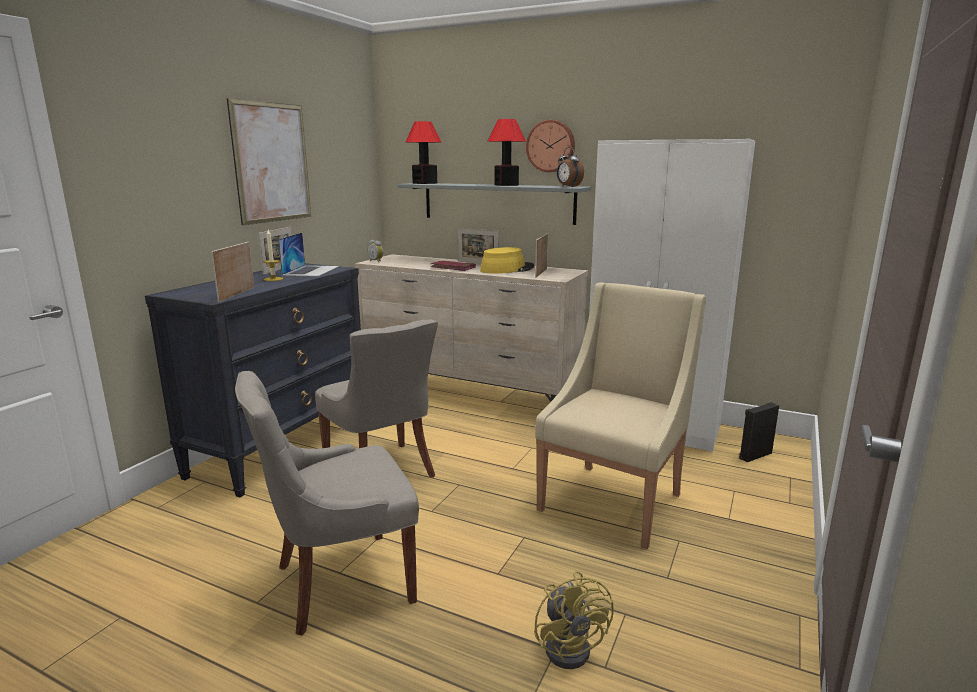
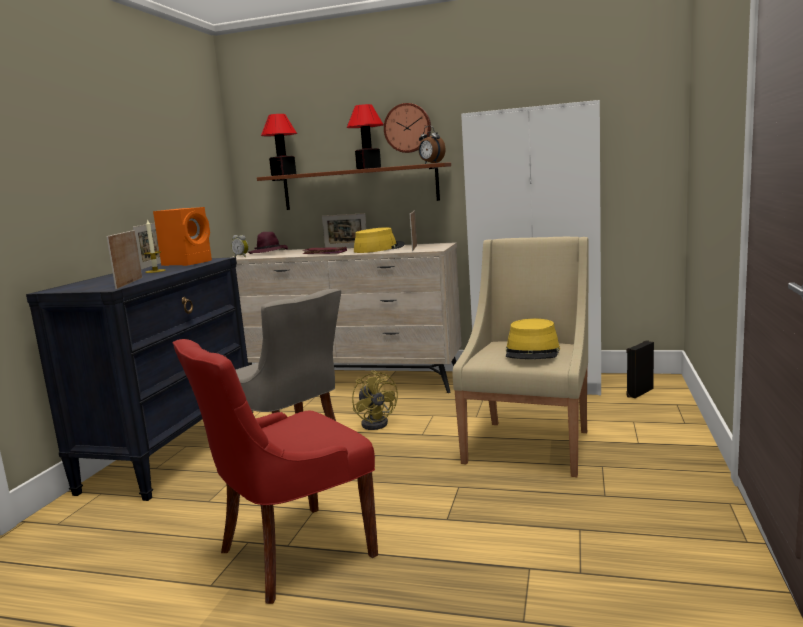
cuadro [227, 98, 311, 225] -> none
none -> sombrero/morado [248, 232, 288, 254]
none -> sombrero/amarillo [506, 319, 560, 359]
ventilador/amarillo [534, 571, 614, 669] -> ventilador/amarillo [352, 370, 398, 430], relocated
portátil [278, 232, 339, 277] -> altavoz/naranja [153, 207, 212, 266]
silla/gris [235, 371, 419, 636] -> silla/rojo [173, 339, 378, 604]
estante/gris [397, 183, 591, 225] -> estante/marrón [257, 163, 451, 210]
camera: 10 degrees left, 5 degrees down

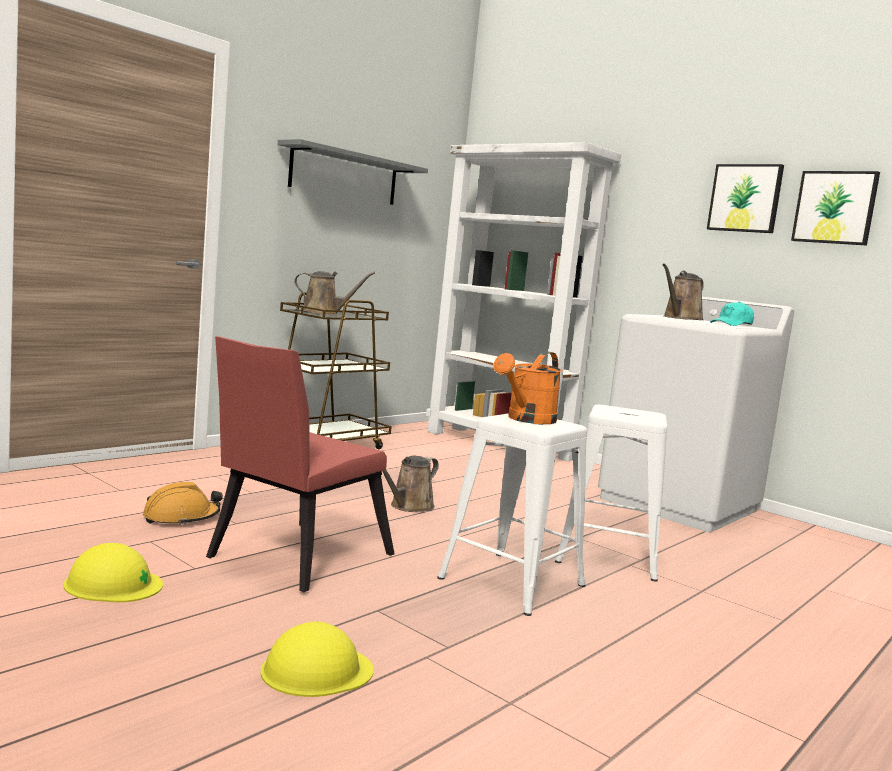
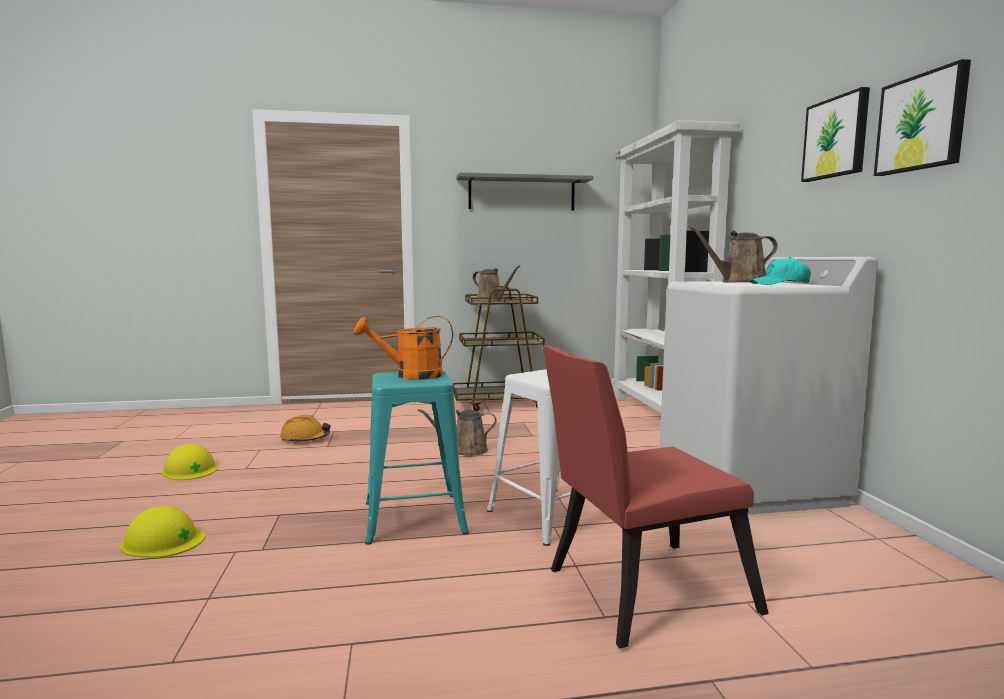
silla/rojo [206, 336, 394, 592] -> silla/rojo [542, 345, 769, 649], relocated
taburete/blanco [437, 413, 587, 616] -> taburete/turquesa [365, 371, 469, 545]
camera: 40 degrees right, 0 degrees up

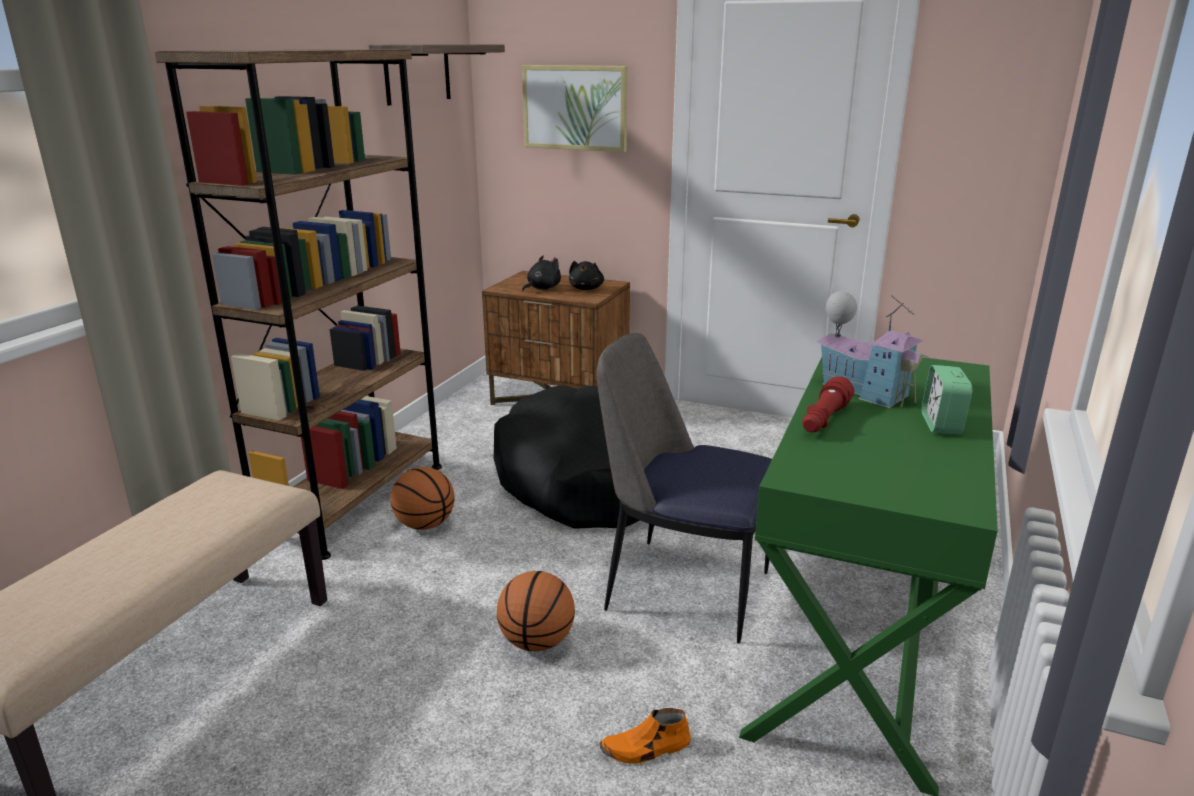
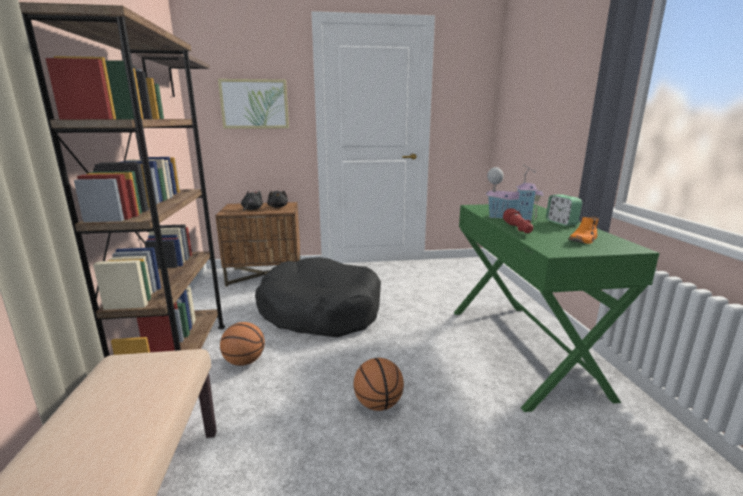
silla [597, 333, 772, 644] -> none
zapato/naranja [600, 708, 691, 764] -> zapato/naranja [568, 216, 599, 244], relocated
camera: 30 degrees left, 5 degrees down

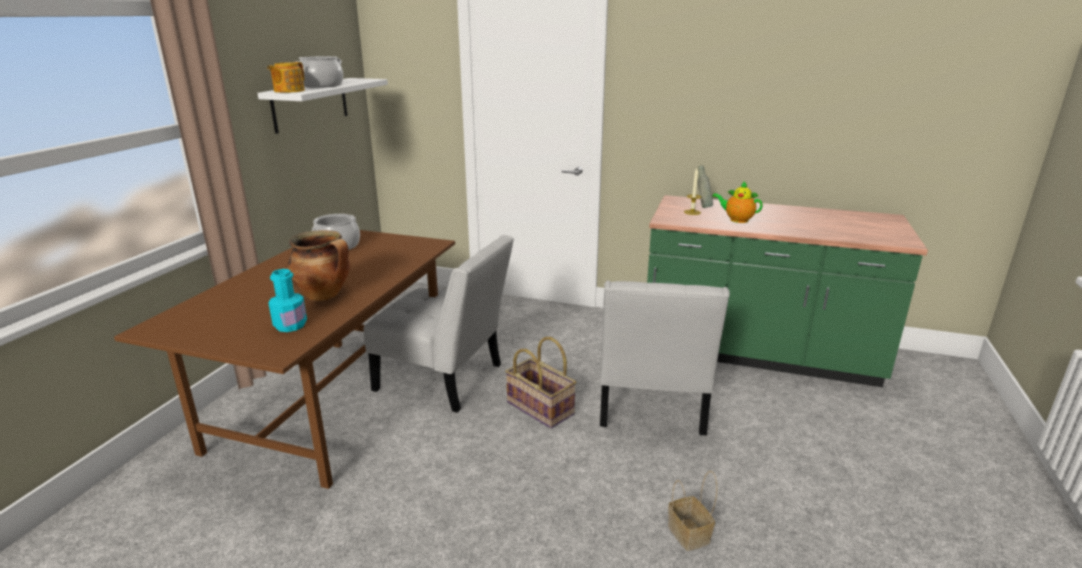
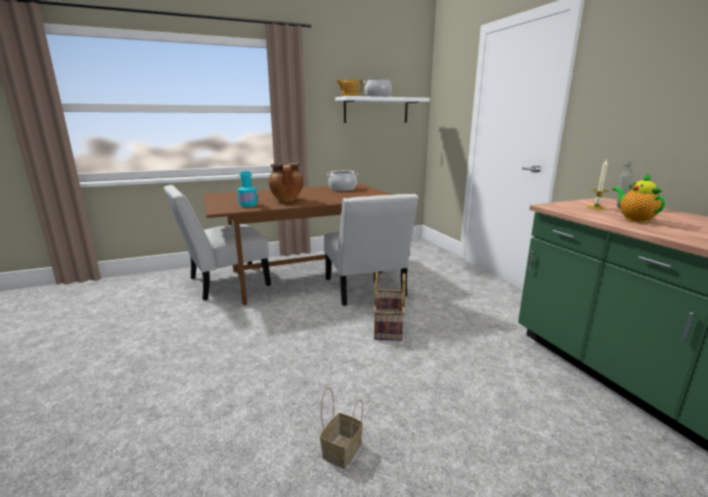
silla/blanco [600, 280, 730, 435] -> silla/blanco [164, 185, 271, 301], relocated
camera: 50 degrees right, 5 degrees down

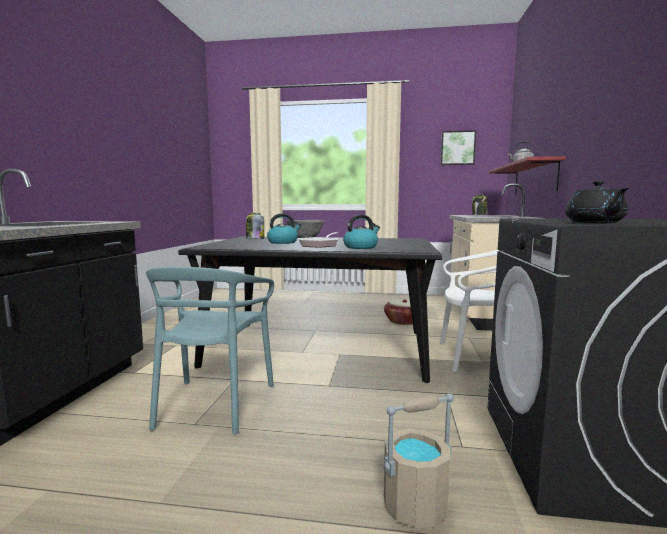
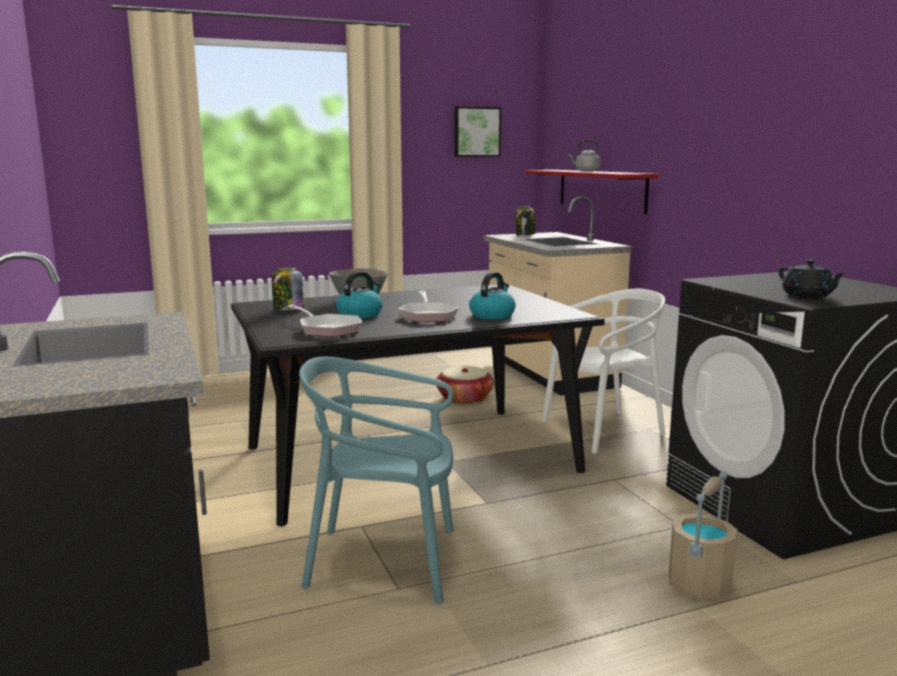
none -> sartén [286, 305, 362, 337]
silla/turquesa [146, 267, 274, 434] -> silla/turquesa [299, 357, 454, 604], 120 degrees clockwise
camera: 30 degrees left, 5 degrees up

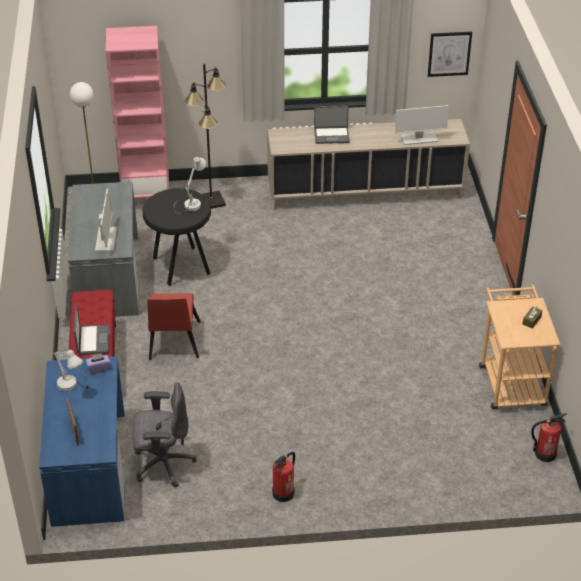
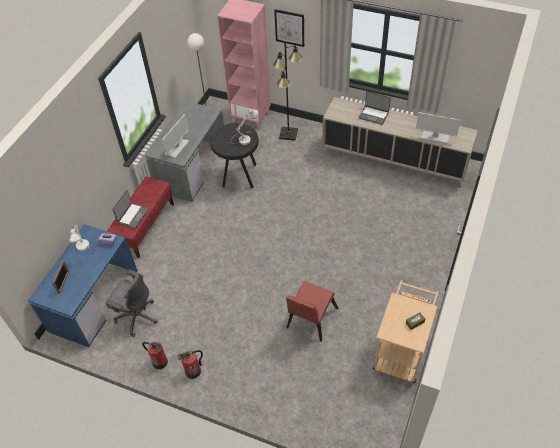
silla/rojo [147, 293, 201, 360] -> silla/rojo [286, 281, 338, 342], relocated
cuadro [428, 32, 472, 77] -> cuadro [274, 9, 304, 47], relocated
extintor [531, 413, 567, 462] -> extintor [142, 342, 168, 369], relocated
camera: 30 degrees right, 10 degrees up

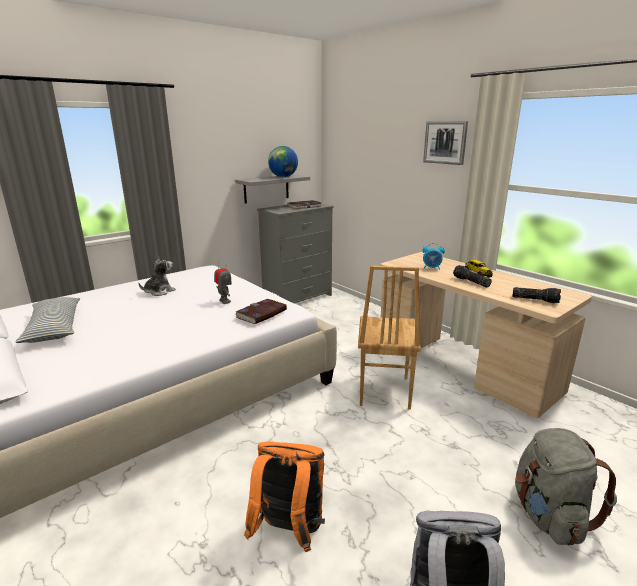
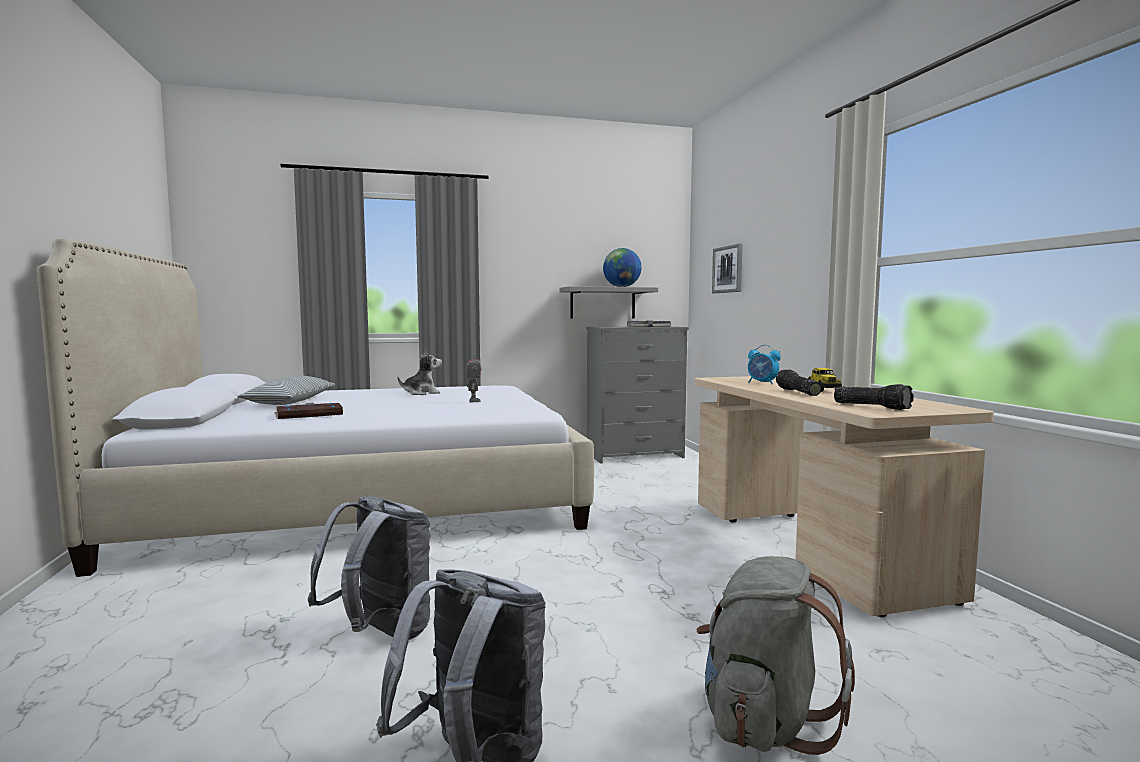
silla/marrón [358, 266, 421, 410] -> none
libro [235, 299, 287, 324] -> libro [274, 402, 344, 419], relocated
cuadro [423, 121, 468, 165] -> cuadro [712, 243, 743, 293], relocated
mochila/naranja [244, 441, 325, 552] -> mochila/gris [308, 496, 431, 640]
camera: 25 degrees right, 15 degrees down

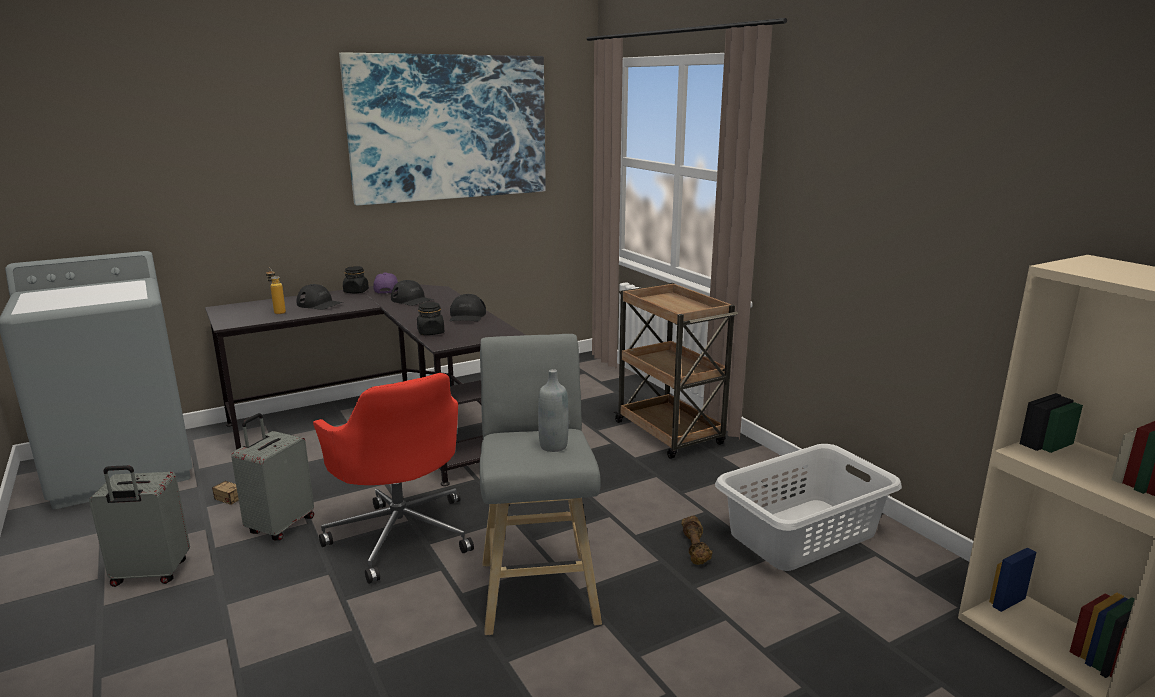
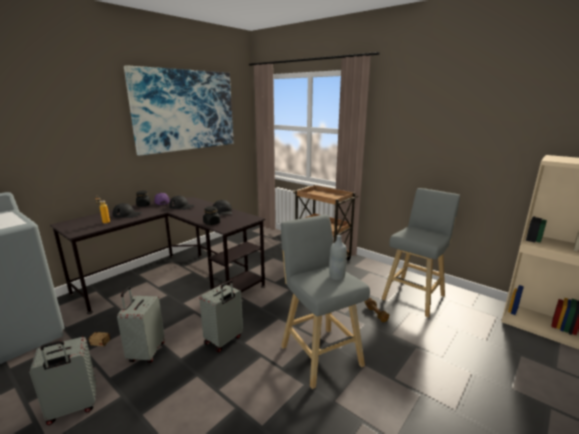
silla de oficina/rojo [313, 373, 474, 584] -> maleta/gris [199, 280, 243, 352]
cesto de la ropa/gris [715, 444, 902, 571] -> taburete/gris [382, 188, 460, 318]
camera: 20 degrees left, 0 degrees up

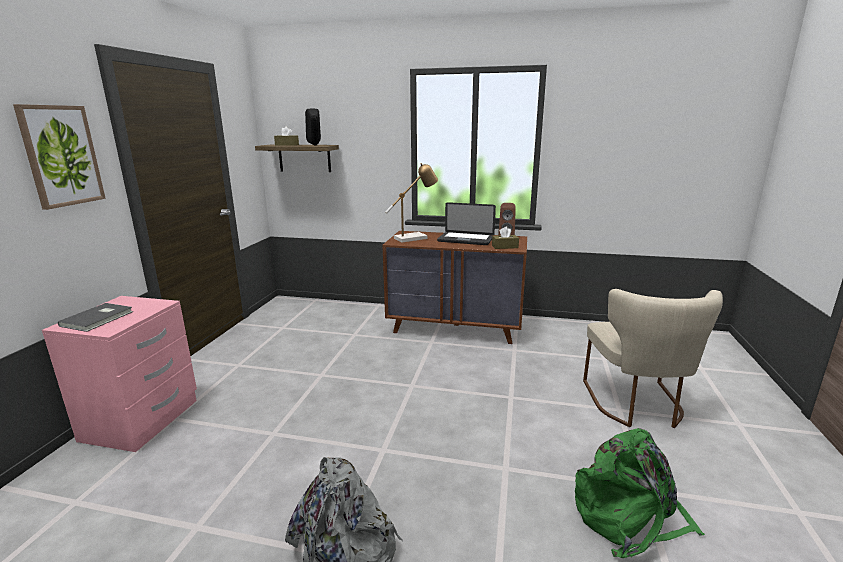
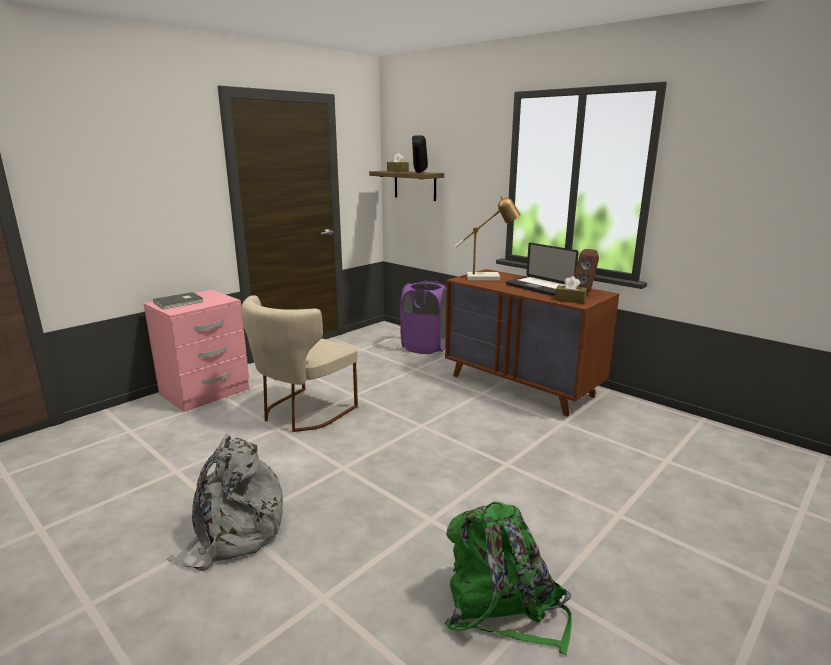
cuadro [13, 104, 106, 210] -> none
none -> cesto de la ropa/morado [400, 281, 446, 354]
silla/beis [583, 289, 723, 428] -> silla/beis [241, 295, 358, 432], relocated
camera: 30 degrees right, 0 degrees up

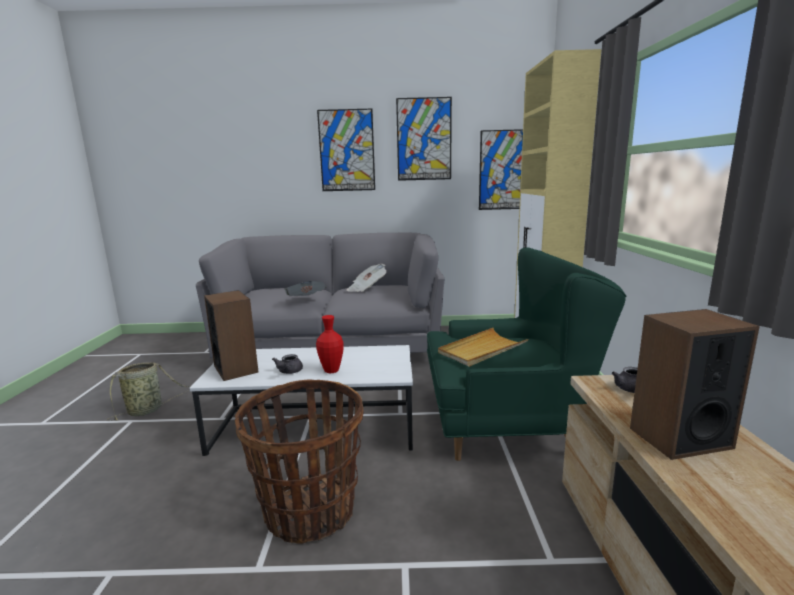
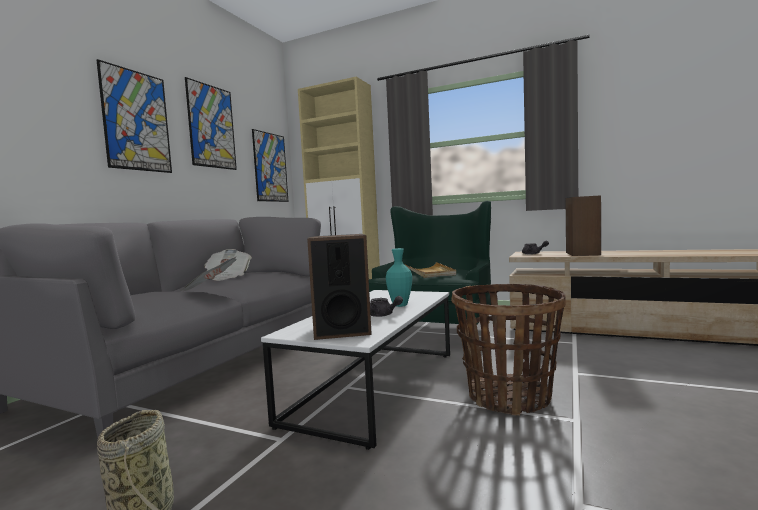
florero/rojo [316, 315, 344, 373] -> florero/turquesa [386, 248, 412, 307]
camera: 65 degrees left, 10 degrees down

